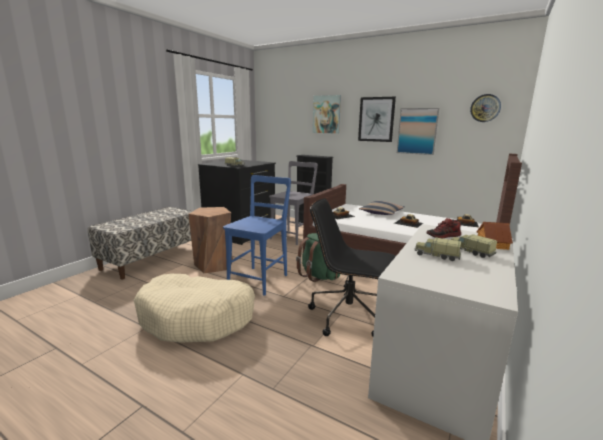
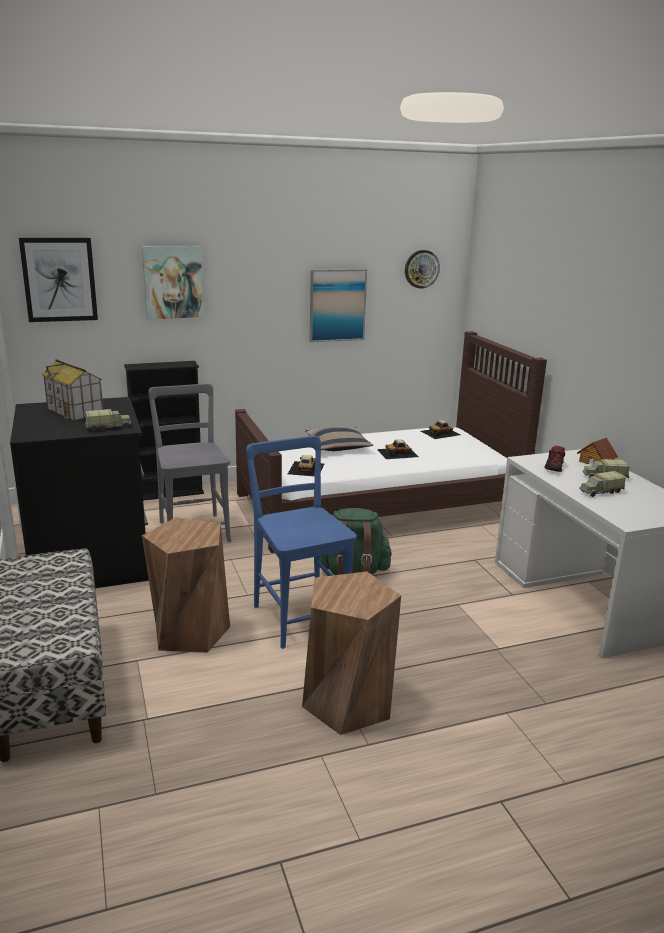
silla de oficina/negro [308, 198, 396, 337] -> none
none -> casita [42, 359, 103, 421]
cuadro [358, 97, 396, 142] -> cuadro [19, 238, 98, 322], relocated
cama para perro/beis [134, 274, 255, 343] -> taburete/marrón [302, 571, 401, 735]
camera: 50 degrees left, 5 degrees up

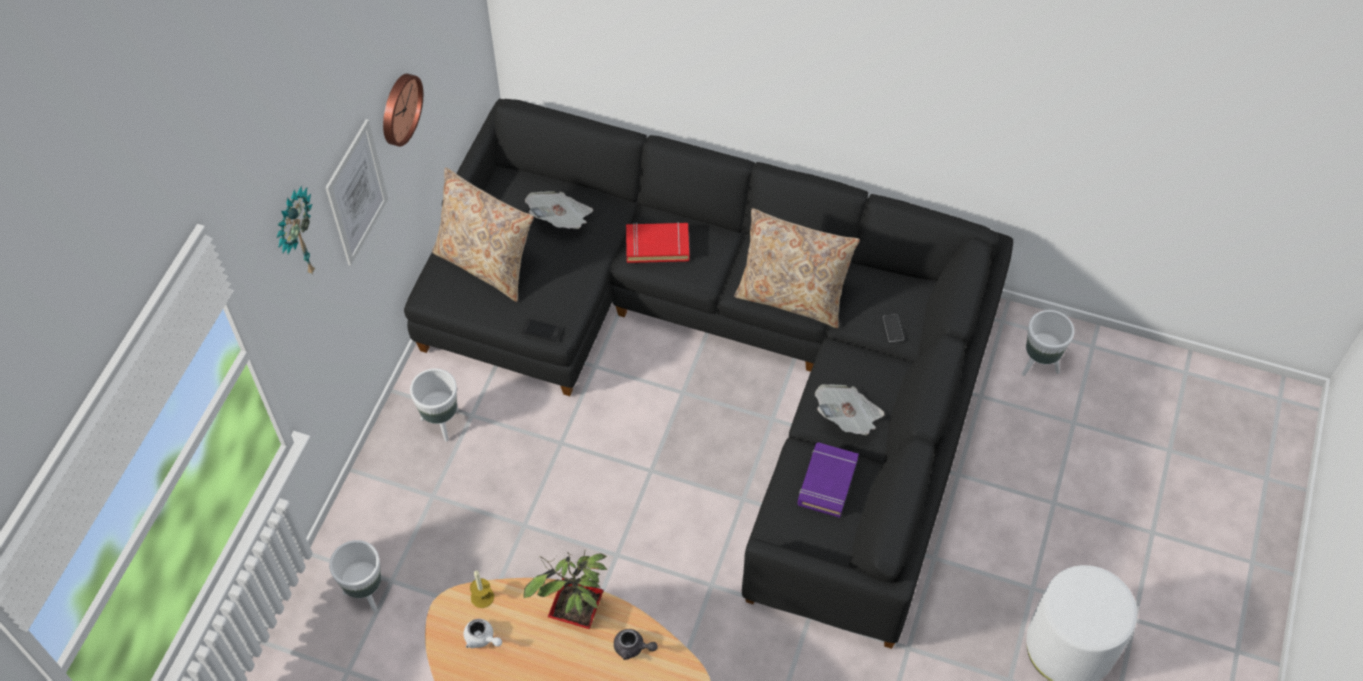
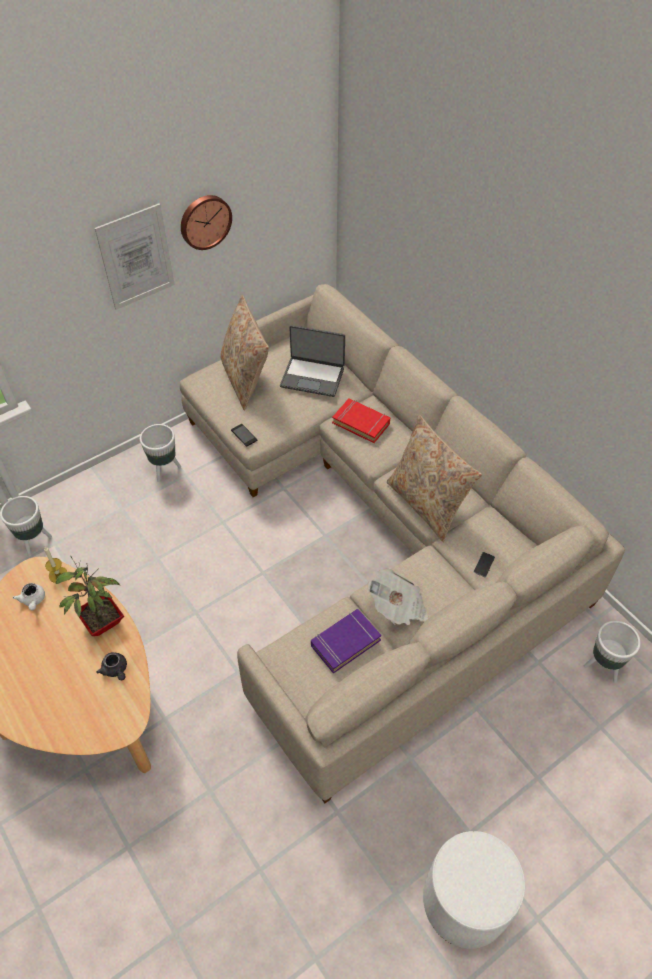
reloj de pared [277, 186, 315, 275] -> none
periódico [525, 191, 593, 229] -> portátil [280, 325, 345, 397]
sofá/negro [404, 99, 1013, 649] -> sofá/beis [180, 284, 625, 803]
camera: 35 degrees right, 5 degrees down

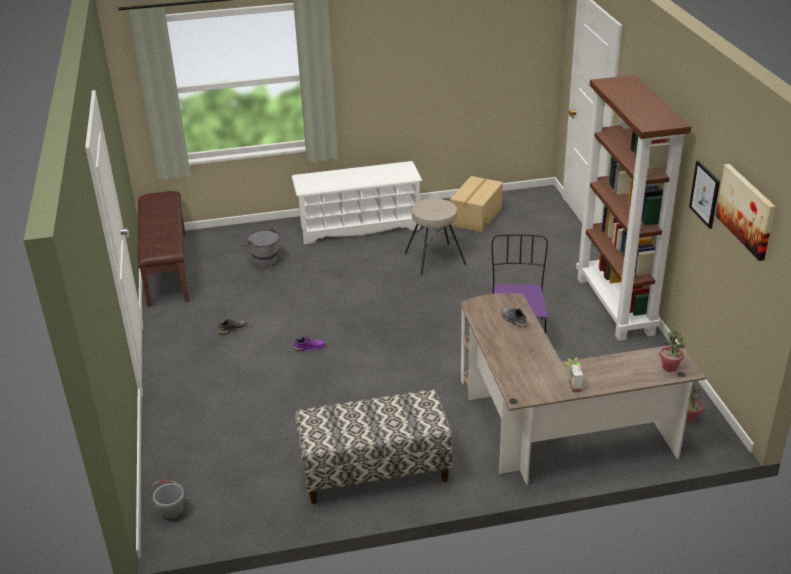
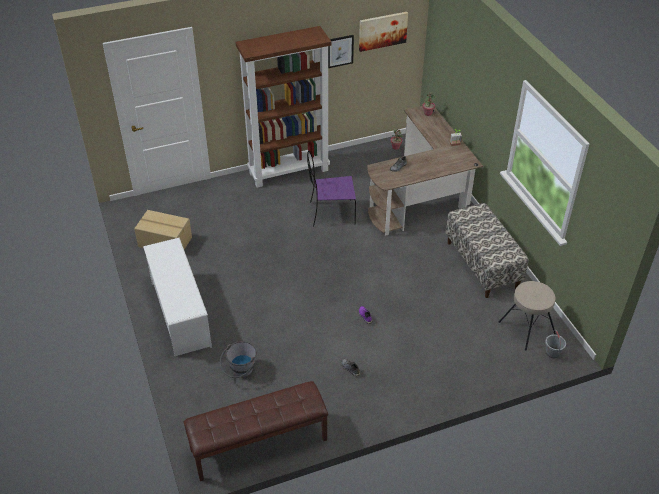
taburete/beis [405, 199, 466, 275] -> taburete/beis [499, 281, 556, 350], relocated
camera: 100 degrees left, 10 degrees up

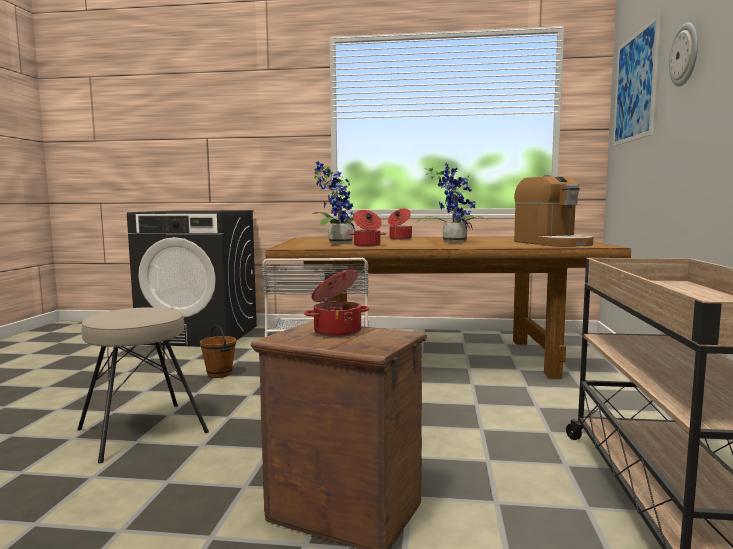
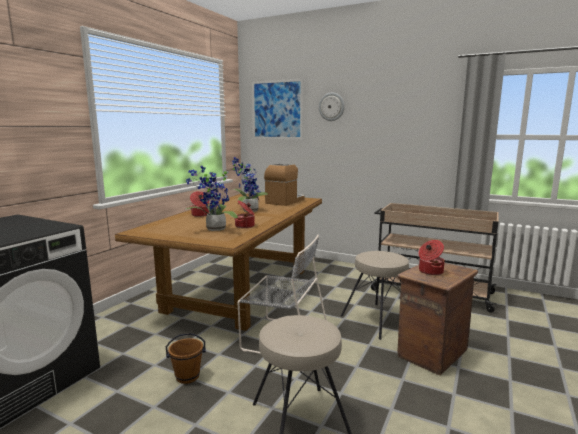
none -> taburete/beis [341, 251, 409, 340]
cafetera [514, 175, 593, 247] -> cafetera [264, 164, 304, 206], 60 degrees counterclockwise
camera: 70 degrees left, 5 degrees up

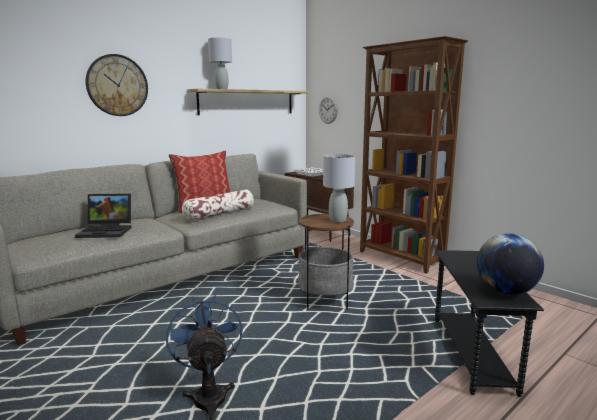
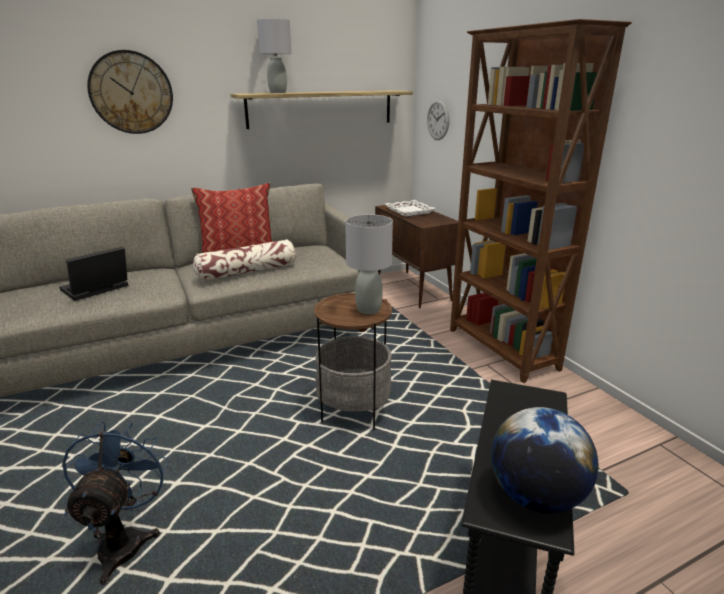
portátil [75, 194, 131, 238] -> portátil [59, 247, 128, 301], 120 degrees clockwise
camera: 15 degrees right, 10 degrees up

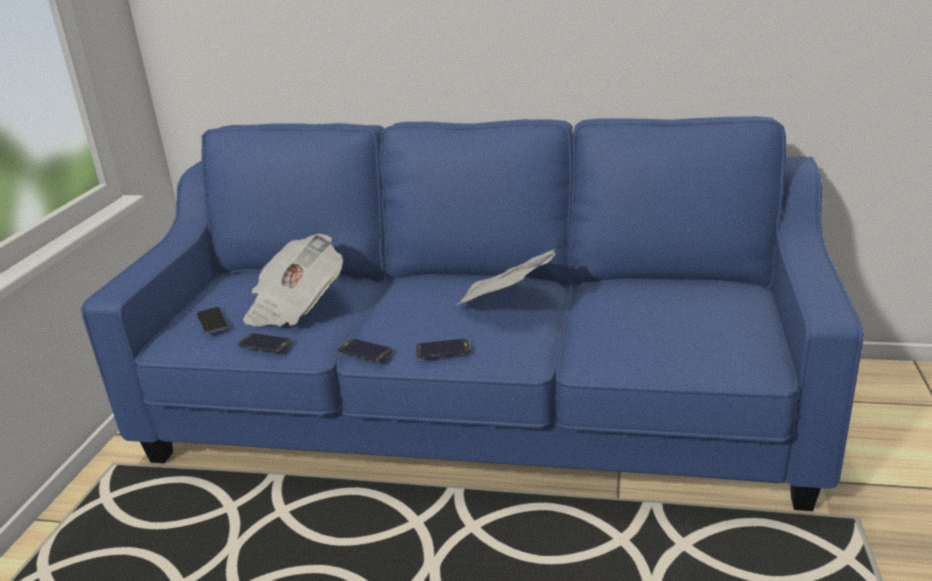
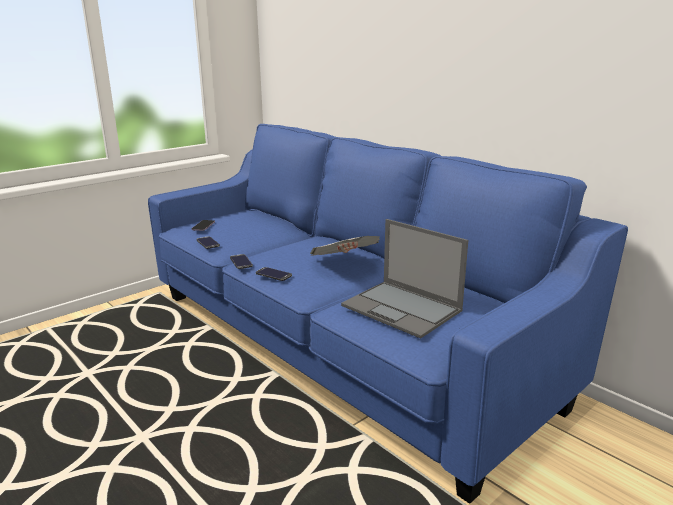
periódico [243, 234, 343, 326] -> none
none -> portátil [341, 219, 468, 339]
camera: 35 degrees right, 5 degrees down

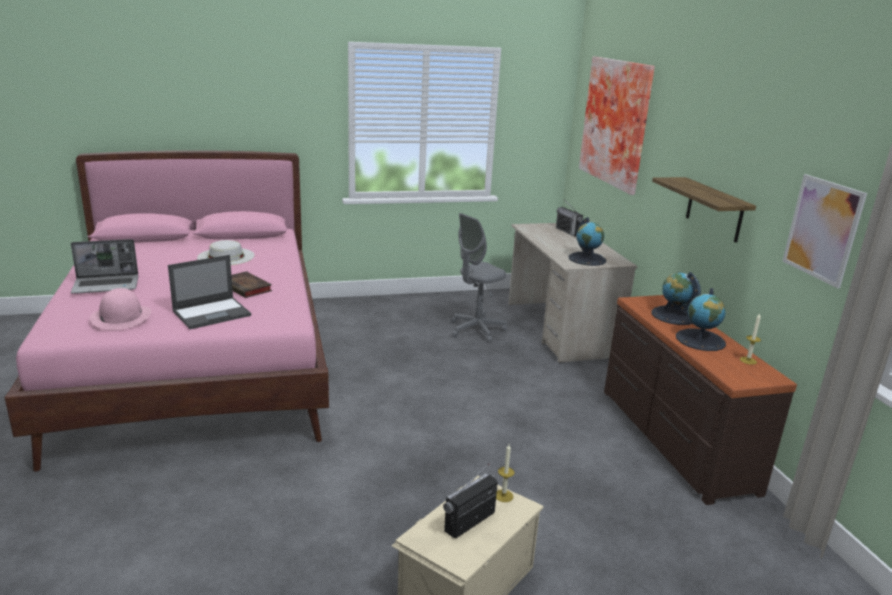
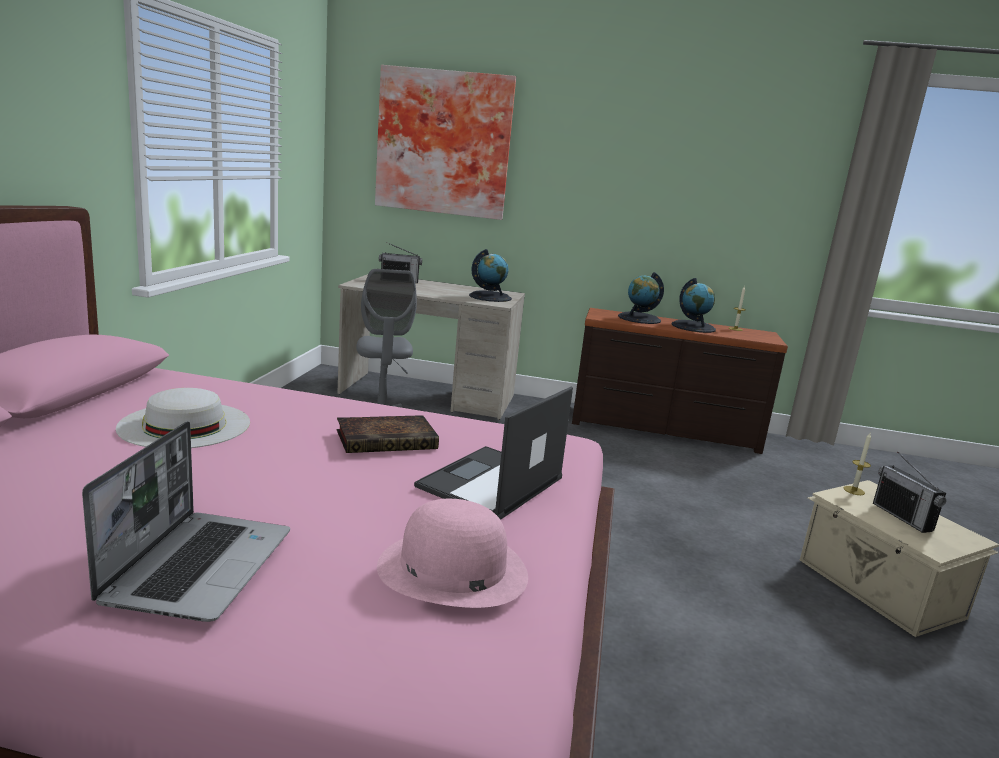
estante [652, 177, 756, 243] -> none
cuadro [783, 174, 867, 288] -> none
portátil [168, 255, 251, 329] -> portátil [414, 387, 573, 520], 135 degrees counterclockwise
camera: 65 degrees left, 5 degrees down

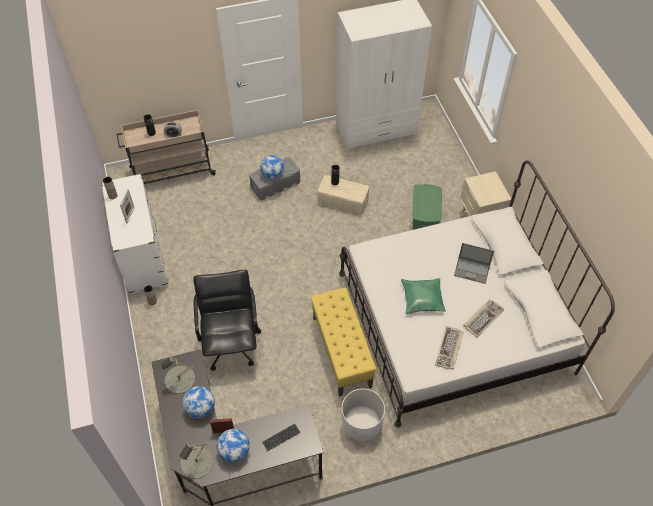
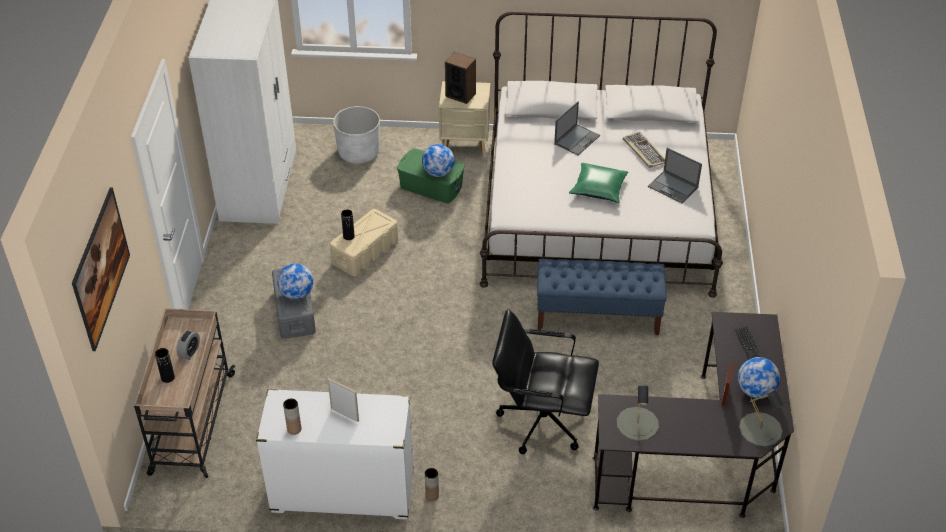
none -> cuadro [72, 187, 130, 351]
none -> altavoz [445, 52, 476, 104]
globo terráqueo [183, 386, 215, 418] -> globo terráqueo [422, 144, 455, 177], relocated
maceta/blanco [341, 388, 385, 441] -> maceta/blanco [333, 106, 380, 164], relocated
teclado [435, 326, 464, 369] -> portátil [648, 148, 702, 203]
banco/amarillo [311, 288, 376, 397] -> banco/azul [537, 259, 667, 335]
camera: 70 degrees left, 10 degrees down

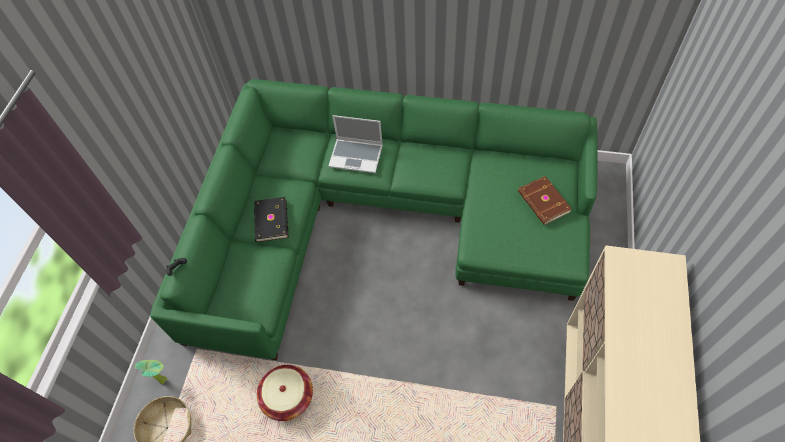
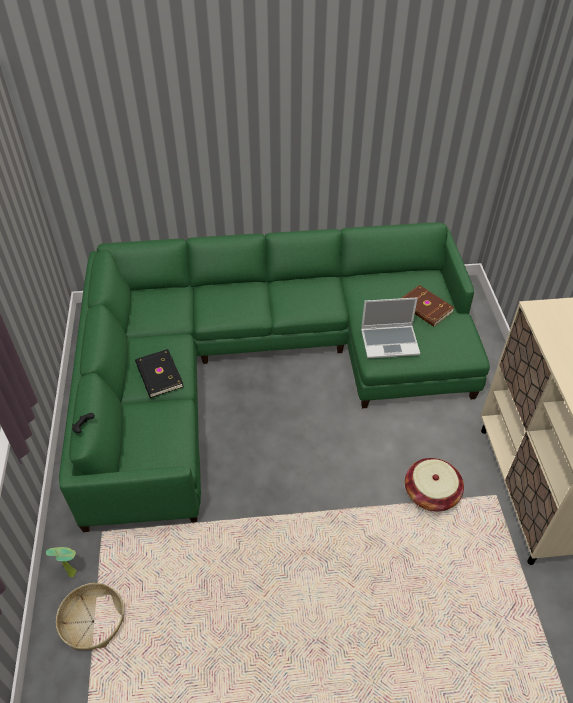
cesta [257, 365, 313, 421] -> cesta [405, 458, 464, 511], relocated
portátil [329, 115, 383, 173] -> portátil [361, 297, 420, 358], relocated
camera: 20 degrees left, 10 degrees down

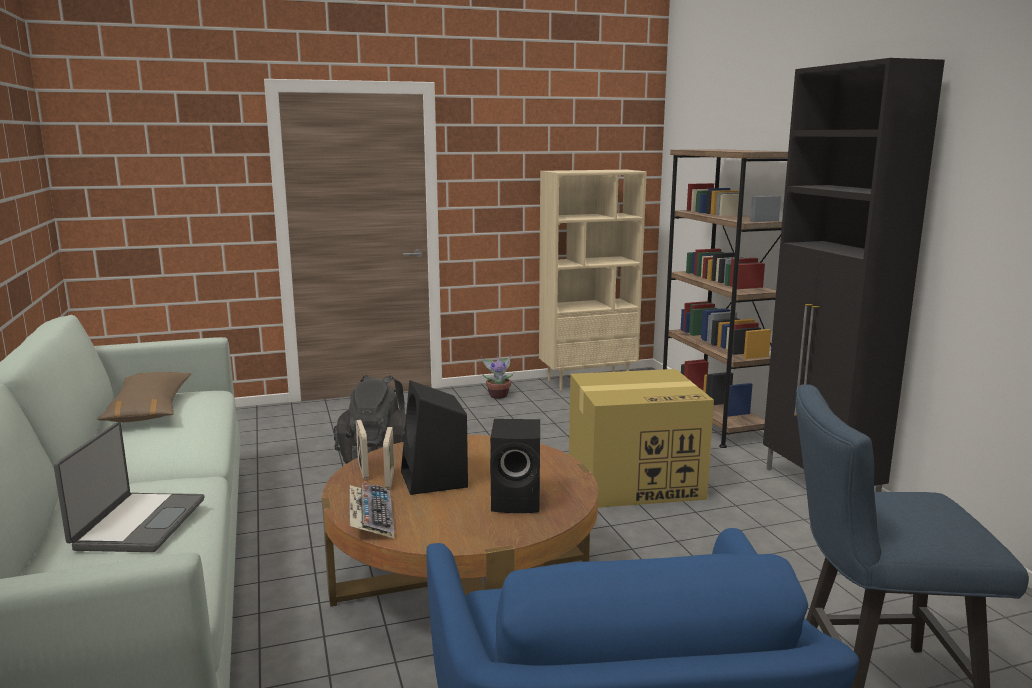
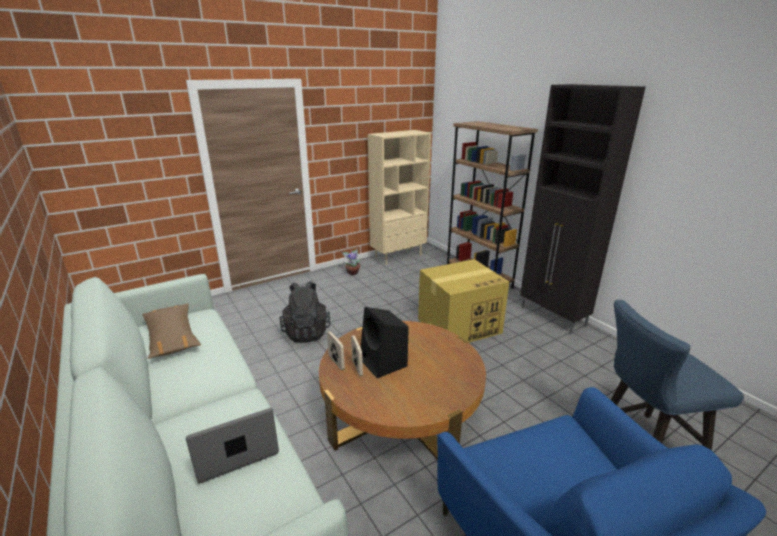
teclado [350, 481, 395, 539] -> none
altavoz/negro [490, 419, 540, 513] -> none
portátil [54, 422, 205, 552] -> portátil [186, 408, 279, 484], 105 degrees counterclockwise
camera: 15 degrees left, 10 degrees up

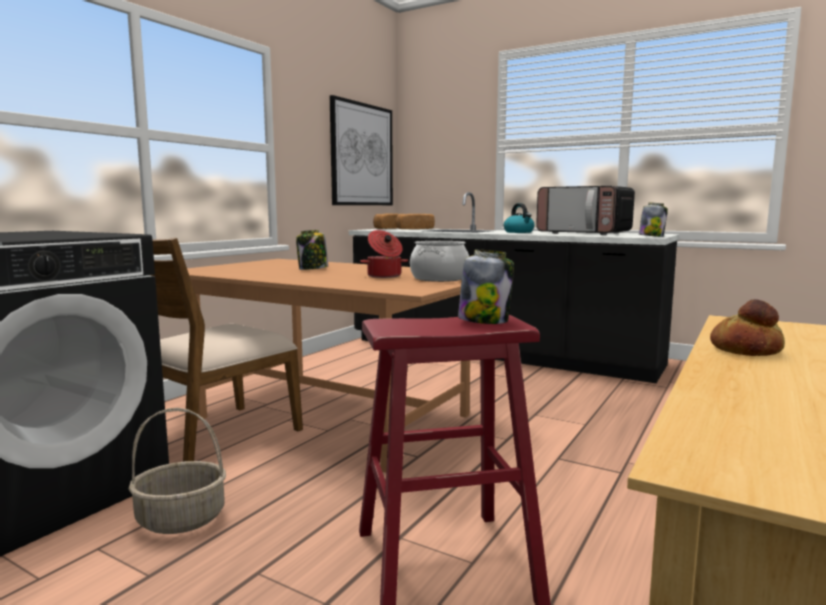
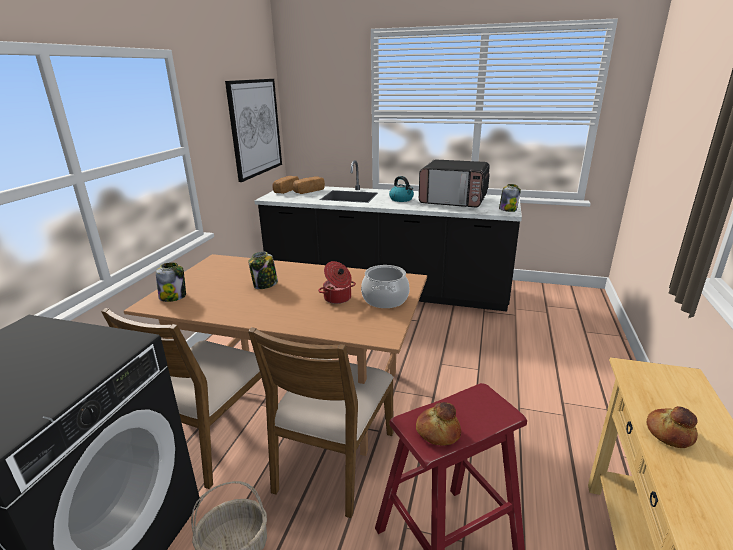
none -> silla/marrón [248, 327, 394, 518]
none -> pan [416, 402, 461, 446]
tarro [458, 250, 514, 324] -> tarro [156, 262, 186, 302], relocated
camera: 15 degrees left, 15 degrees up

